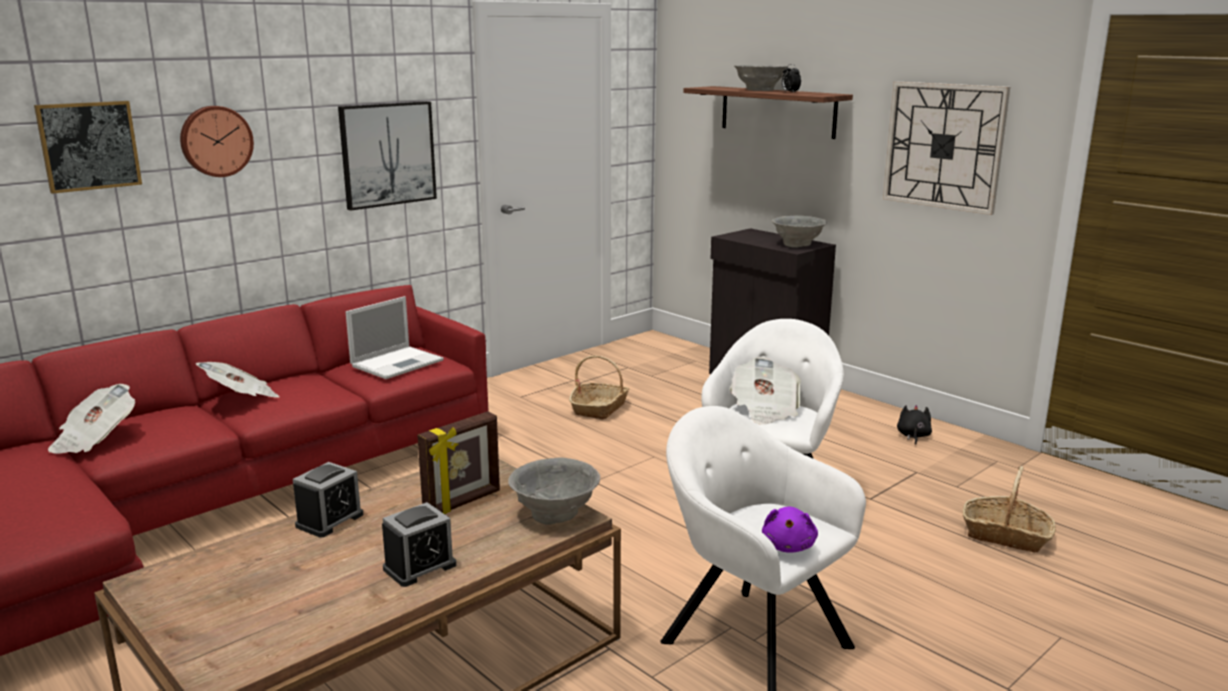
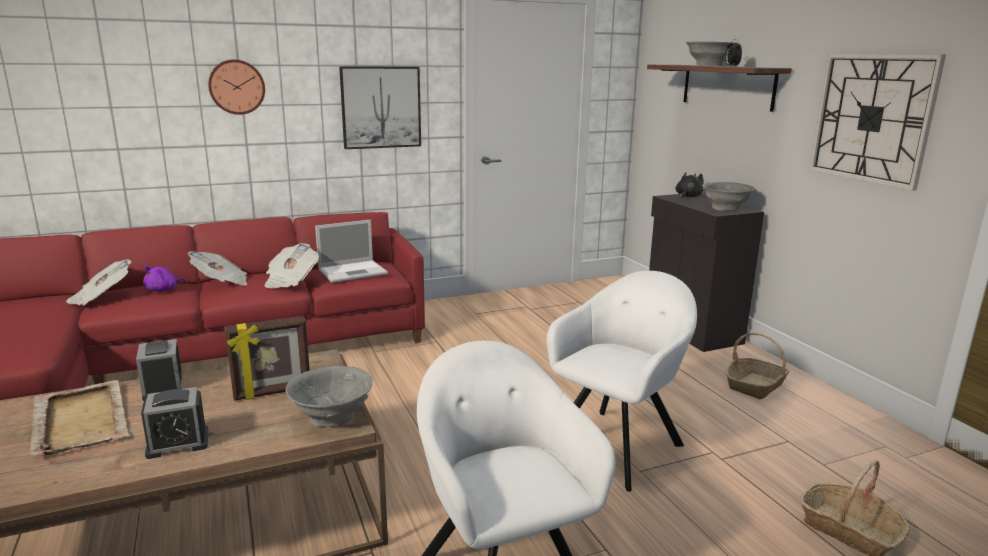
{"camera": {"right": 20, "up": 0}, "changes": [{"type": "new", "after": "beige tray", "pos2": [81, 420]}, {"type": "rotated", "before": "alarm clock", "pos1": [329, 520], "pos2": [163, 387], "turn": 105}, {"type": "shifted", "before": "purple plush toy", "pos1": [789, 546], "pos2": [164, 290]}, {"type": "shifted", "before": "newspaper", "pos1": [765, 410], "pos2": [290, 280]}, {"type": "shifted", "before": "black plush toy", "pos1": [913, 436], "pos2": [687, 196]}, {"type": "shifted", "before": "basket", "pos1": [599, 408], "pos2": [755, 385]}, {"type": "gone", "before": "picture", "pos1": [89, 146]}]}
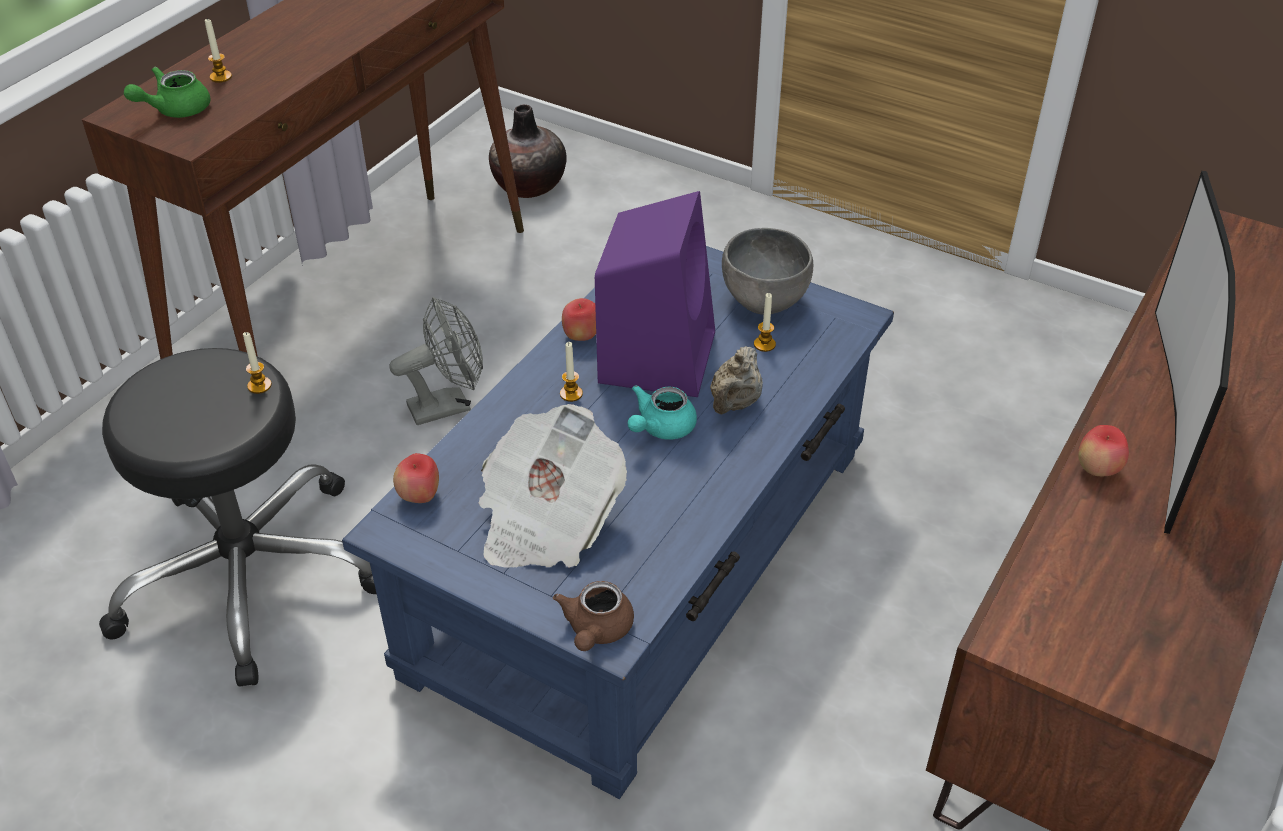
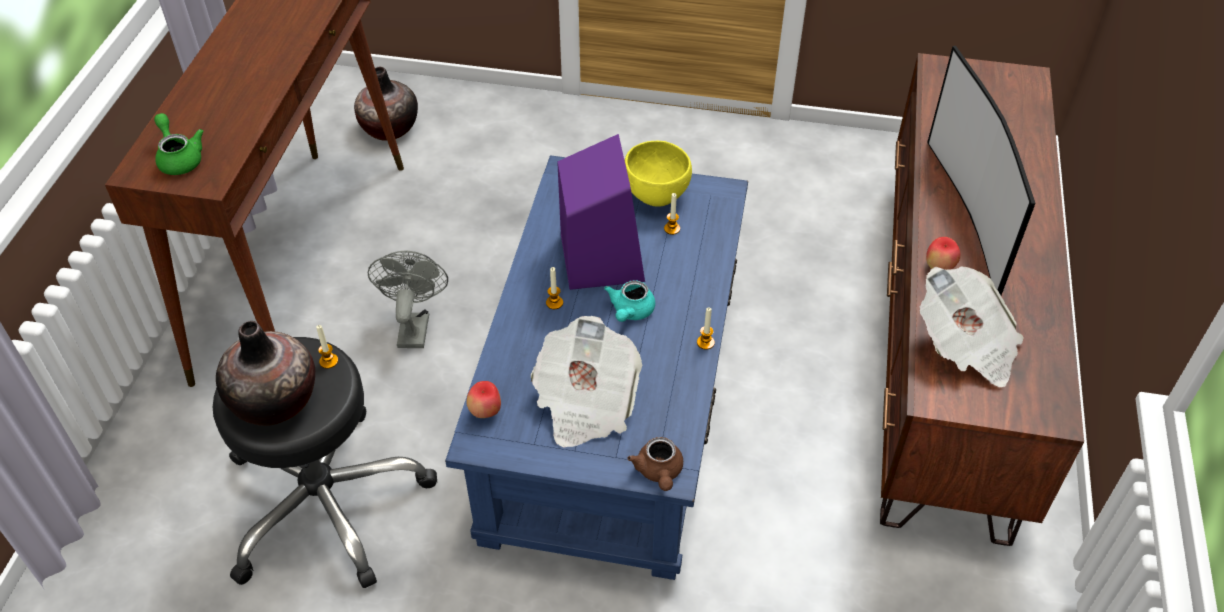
{"camera": {"right": -20, "up": 5}, "changes": [{"type": "rotated", "before": "green teapot", "pos1": [175, 110], "pos2": [179, 158], "turn": 120}, {"type": "new", "after": "vase", "pos2": [275, 400]}, {"type": "rotated", "before": "grey fan", "pos1": [448, 405], "pos2": [414, 325], "turn": -45}, {"type": "repainted", "before": "grey bowl", "after": "yellow bowl", "pos1": [764, 302], "pos2": [656, 195]}, {"type": "shifted", "before": "candle", "pos1": [221, 77], "pos2": [705, 342]}, {"type": "new", "after": "newspaper", "pos2": [965, 346]}, {"type": "gone", "before": "apple", "pos1": [581, 336]}, {"type": "gone", "before": "beige teapot", "pos1": [734, 403]}]}
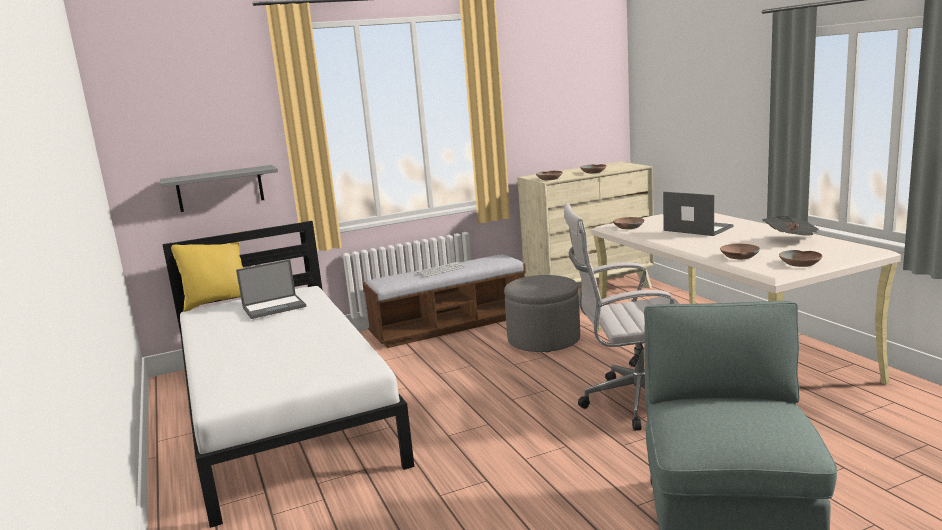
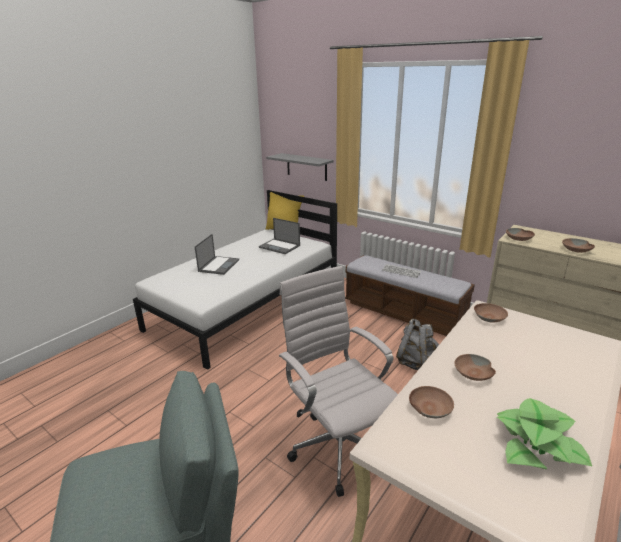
{"camera": {"right": 60, "up": 10}, "changes": [{"type": "shifted", "before": "laptop", "pos1": [697, 229], "pos2": [219, 265]}, {"type": "swapped", "before": "grey ottoman", "after": "grey backpack", "pos1": [544, 340], "pos2": [416, 362]}, {"type": "shifted", "before": "brown bowl", "pos1": [801, 264], "pos2": [473, 373]}, {"type": "swapped", "before": "newspaper", "after": "potted plant", "pos1": [791, 240], "pos2": [537, 444]}]}
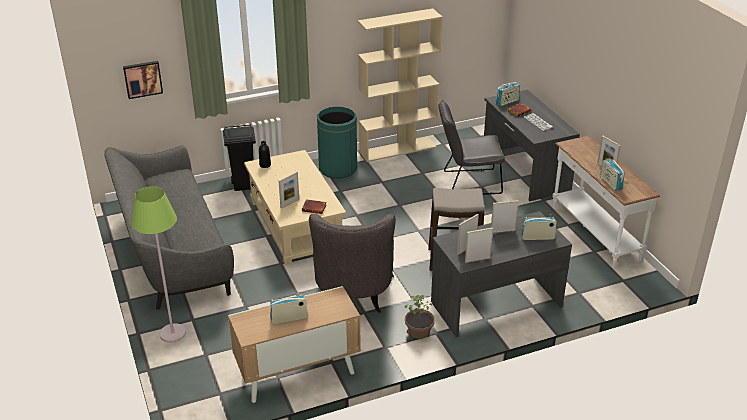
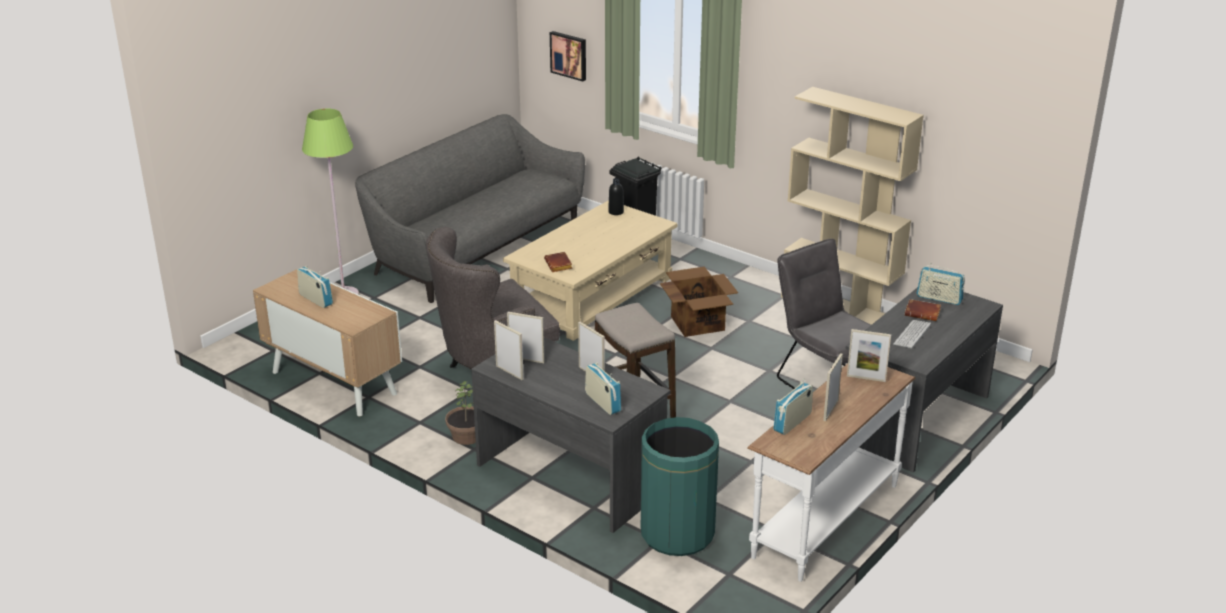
{"camera": {"right": 60, "up": -5}, "changes": [{"type": "shifted", "before": "green trash can", "pos1": [338, 169], "pos2": [677, 533]}, {"type": "new", "after": "cardboard box", "pos2": [697, 323]}, {"type": "shifted", "before": "picture frame", "pos1": [289, 203], "pos2": [866, 378]}]}
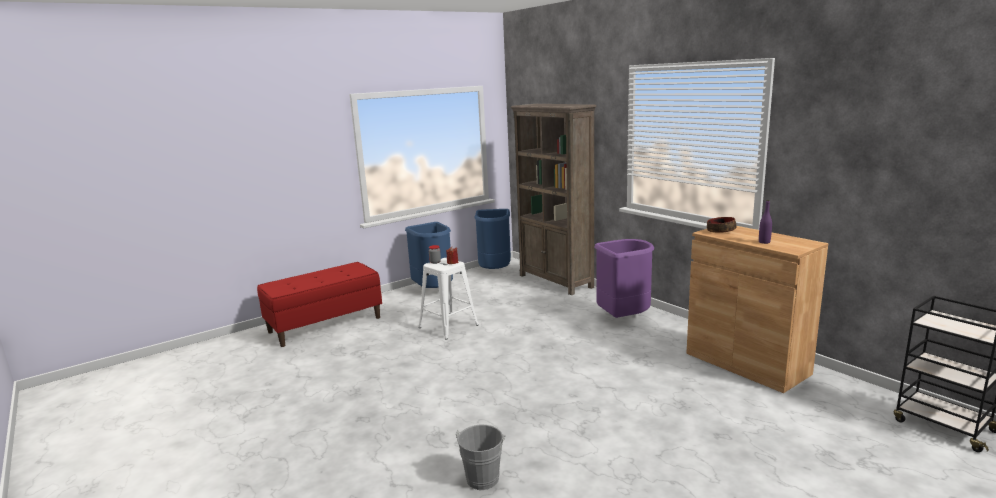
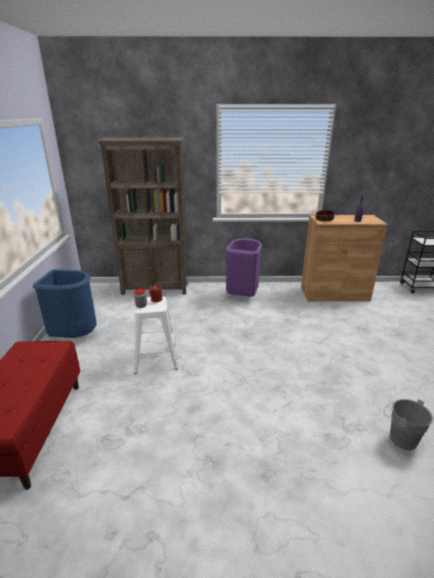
{"camera": {"right": -55, "up": 10}, "changes": [{"type": "gone", "before": "blue trash can", "pos1": [495, 271]}]}
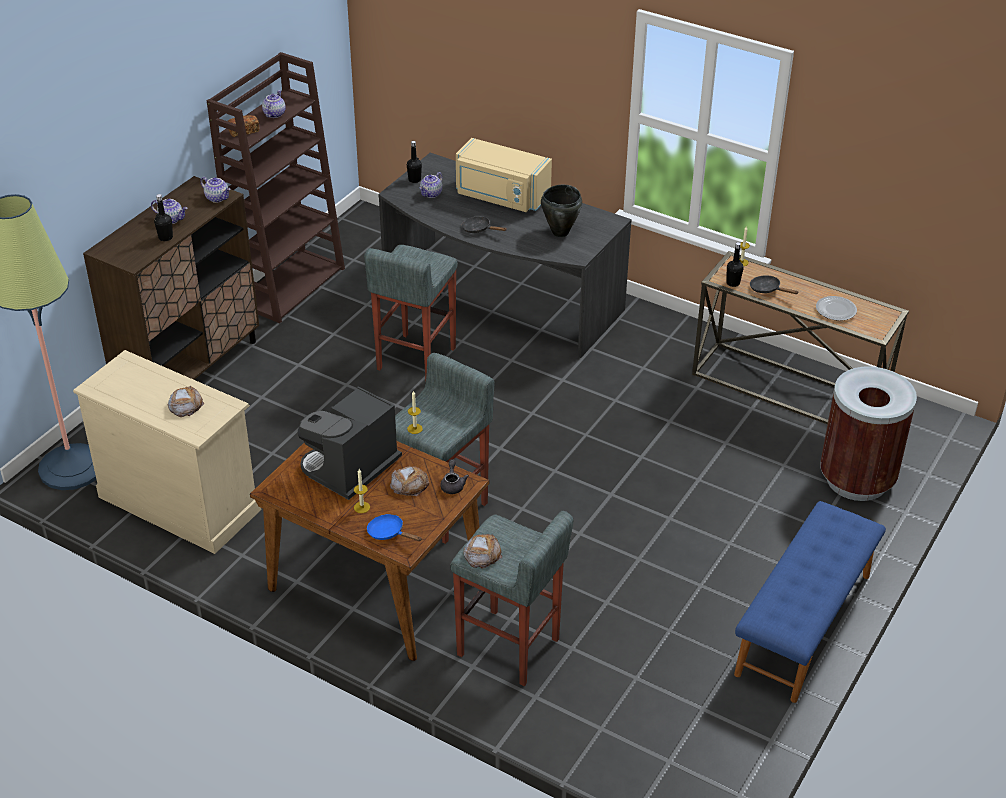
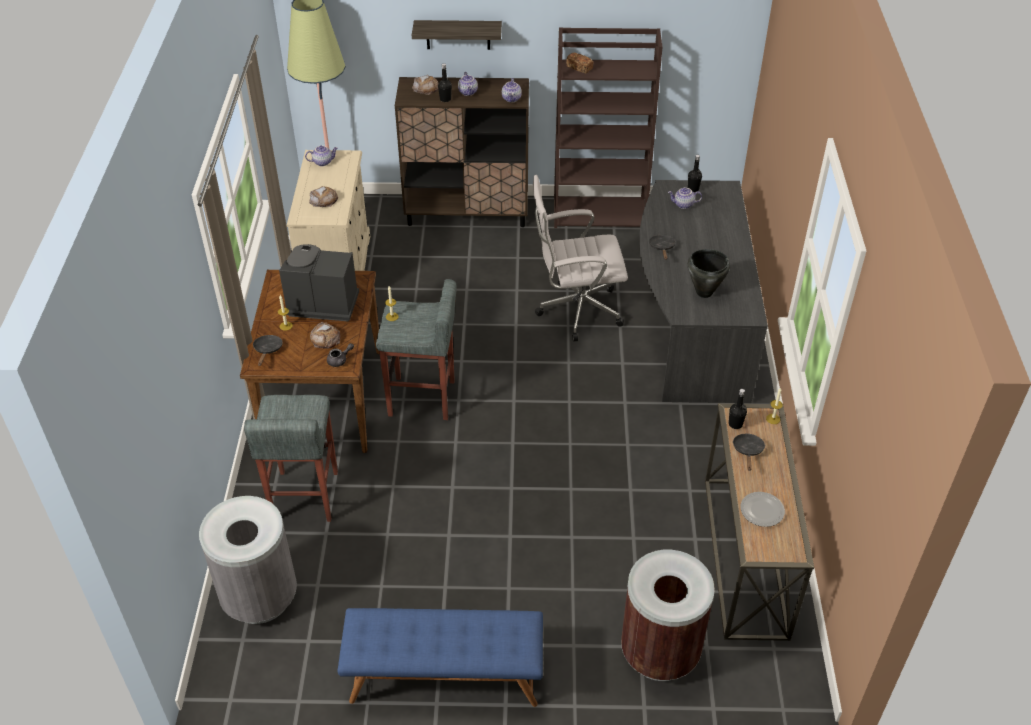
{"camera": {"right": 60, "up": 5}, "changes": [{"type": "new", "after": "grey trash can", "pos2": [259, 597]}, {"type": "repainted", "before": "blue frying pan", "after": "black frying pan", "pos1": [389, 533], "pos2": [267, 350]}, {"type": "shifted", "before": "teapot", "pos1": [274, 114], "pos2": [323, 162]}, {"type": "new", "after": "shelf", "pos2": [458, 34]}, {"type": "shifted", "before": "bread", "pos1": [482, 554], "pos2": [426, 88]}, {"type": "swapped", "before": "grey stool", "after": "white office chair", "pos1": [415, 359], "pos2": [575, 311]}, {"type": "gone", "before": "beige microwave", "pos1": [501, 196]}]}
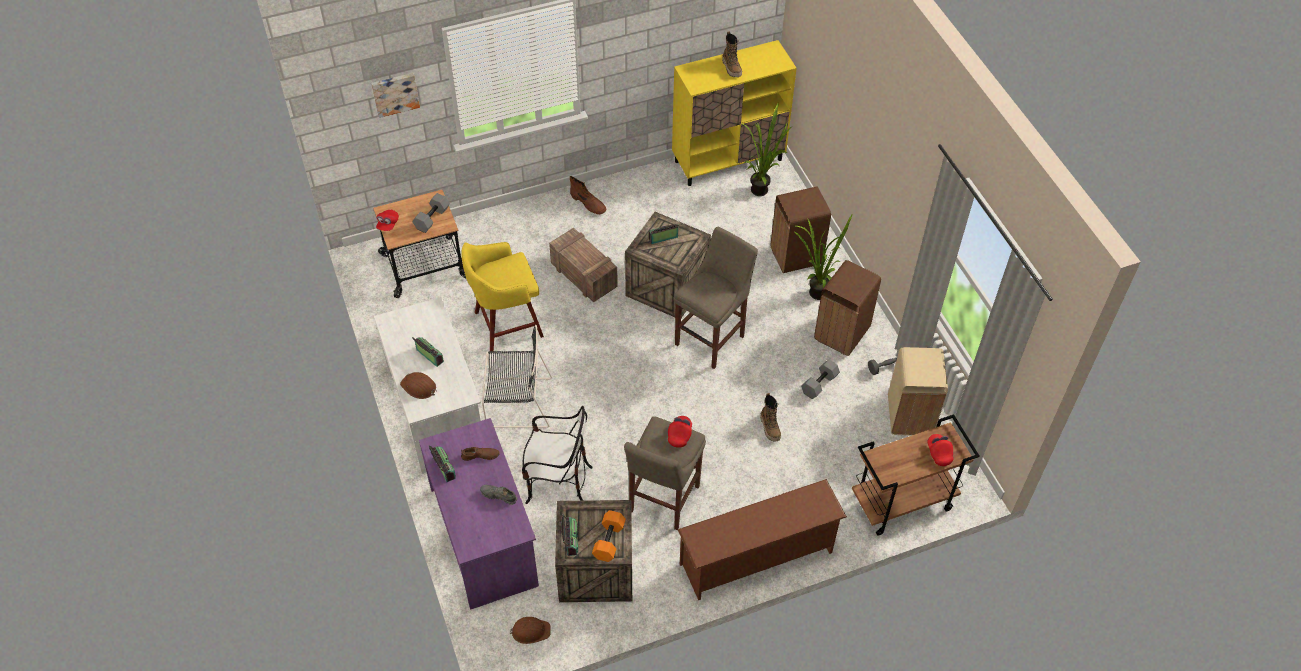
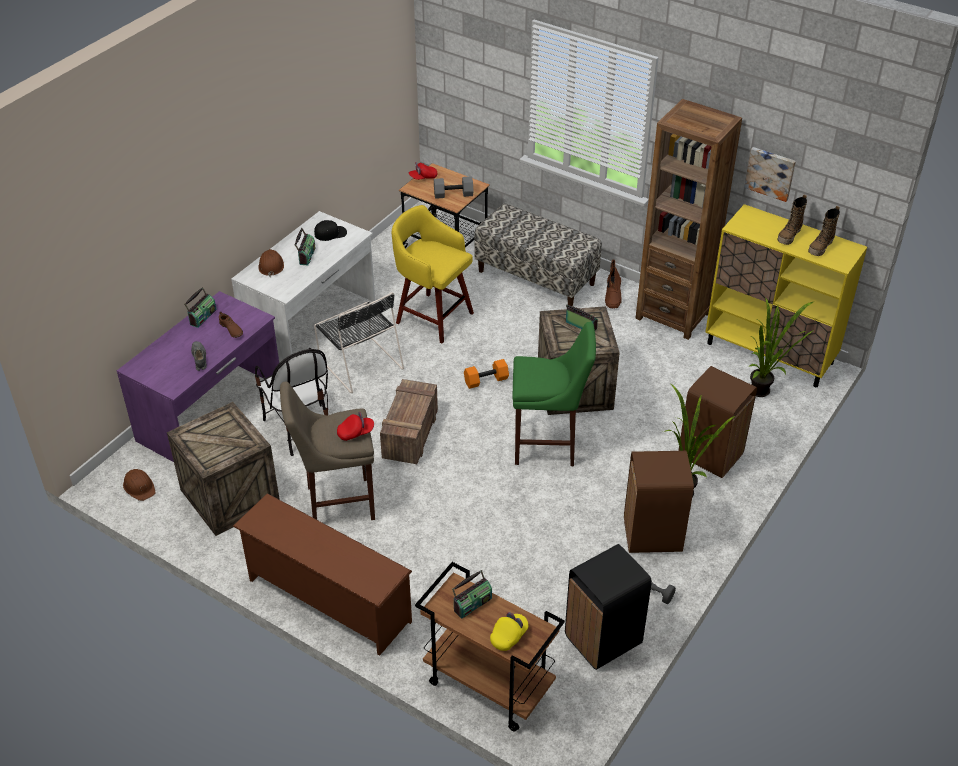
{"camera": {"right": 55, "up": -10}, "changes": [{"type": "new", "after": "black cap", "pos2": [330, 233]}, {"type": "shifted", "before": "crate", "pos1": [583, 274], "pos2": [410, 433]}, {"type": "shifted", "before": "radio", "pos1": [570, 540], "pos2": [472, 604]}, {"type": "shifted", "before": "orange dumbbell", "pos1": [609, 541], "pos2": [486, 381]}, {"type": "new", "after": "bench", "pos2": [536, 277]}, {"type": "repainted", "before": "red cap", "after": "yellow cap", "pos1": [939, 453], "pos2": [509, 636]}, {"type": "repainted", "before": "beige stool", "after": "green stool", "pos1": [712, 338], "pos2": [548, 446]}, {"type": "repainted", "before": "beige trash can", "after": "black trash can", "pos1": [909, 416], "pos2": [602, 639]}, {"type": "new", "after": "brown bookcase", "pos2": [673, 315]}, {"type": "shifted", "before": "picture", "pos1": [395, 93], "pos2": [770, 173]}, {"type": "shifted", "before": "boot", "pos1": [770, 427], "pos2": [821, 247]}, {"type": "gone", "before": "grey dumbbell", "pos1": [819, 384]}]}
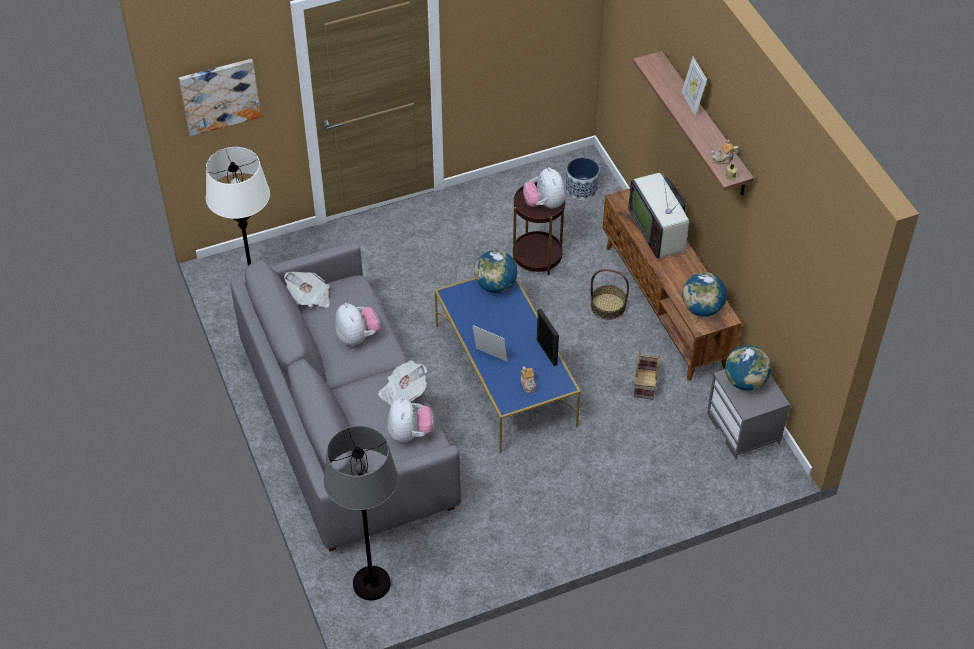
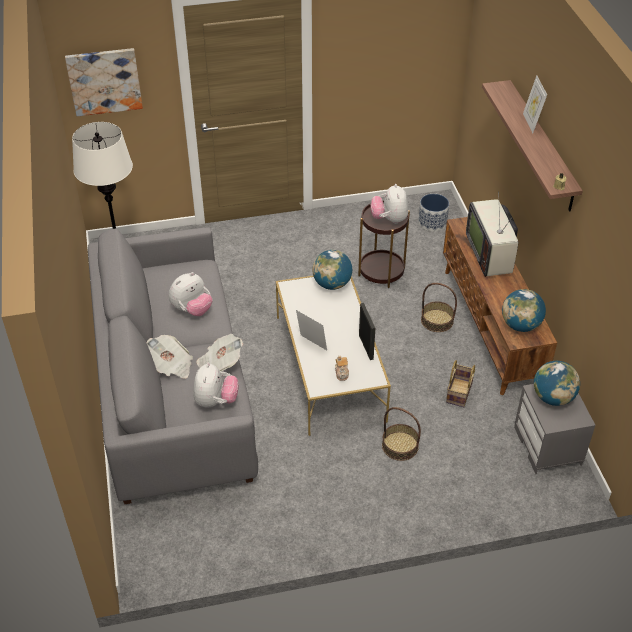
{"camera": {"right": 10, "up": -5}, "changes": [{"type": "shifted", "before": "newspaper", "pos1": [309, 297], "pos2": [171, 365]}, {"type": "rotated", "before": "plush toy", "pos1": [357, 337], "pos2": [192, 310], "turn": 60}, {"type": "repainted", "before": "blue coffee table", "after": "white coffee table", "pos1": [504, 374], "pos2": [329, 366]}, {"type": "new", "after": "basket", "pos2": [400, 446]}, {"type": "gone", "before": "grey floor lamp", "pos1": [371, 583]}, {"type": "gone", "before": "teapot", "pos1": [723, 159]}]}
